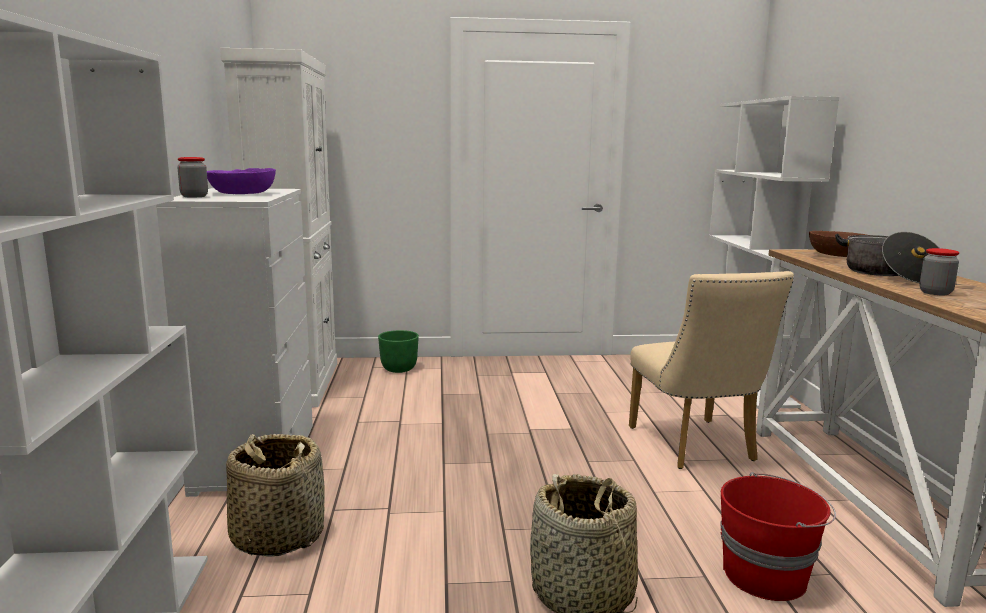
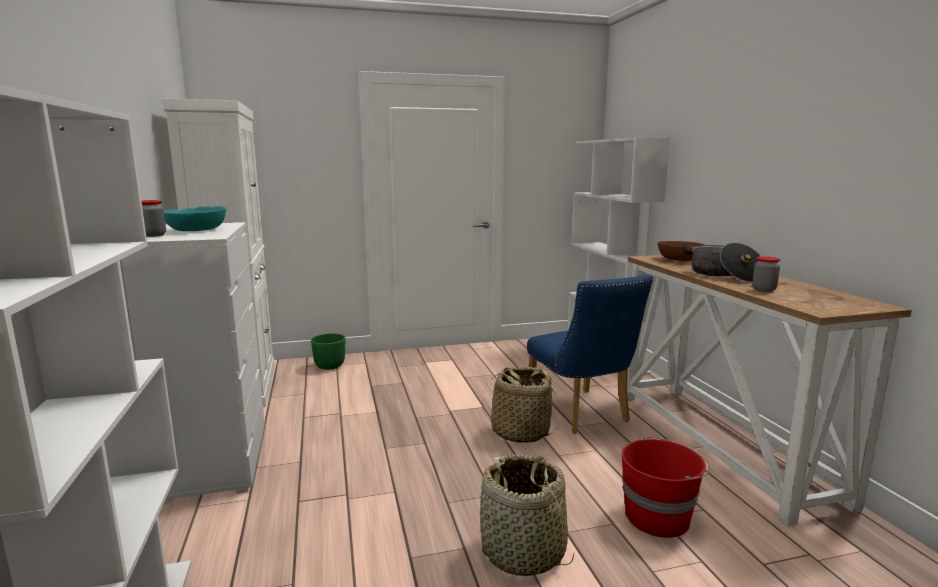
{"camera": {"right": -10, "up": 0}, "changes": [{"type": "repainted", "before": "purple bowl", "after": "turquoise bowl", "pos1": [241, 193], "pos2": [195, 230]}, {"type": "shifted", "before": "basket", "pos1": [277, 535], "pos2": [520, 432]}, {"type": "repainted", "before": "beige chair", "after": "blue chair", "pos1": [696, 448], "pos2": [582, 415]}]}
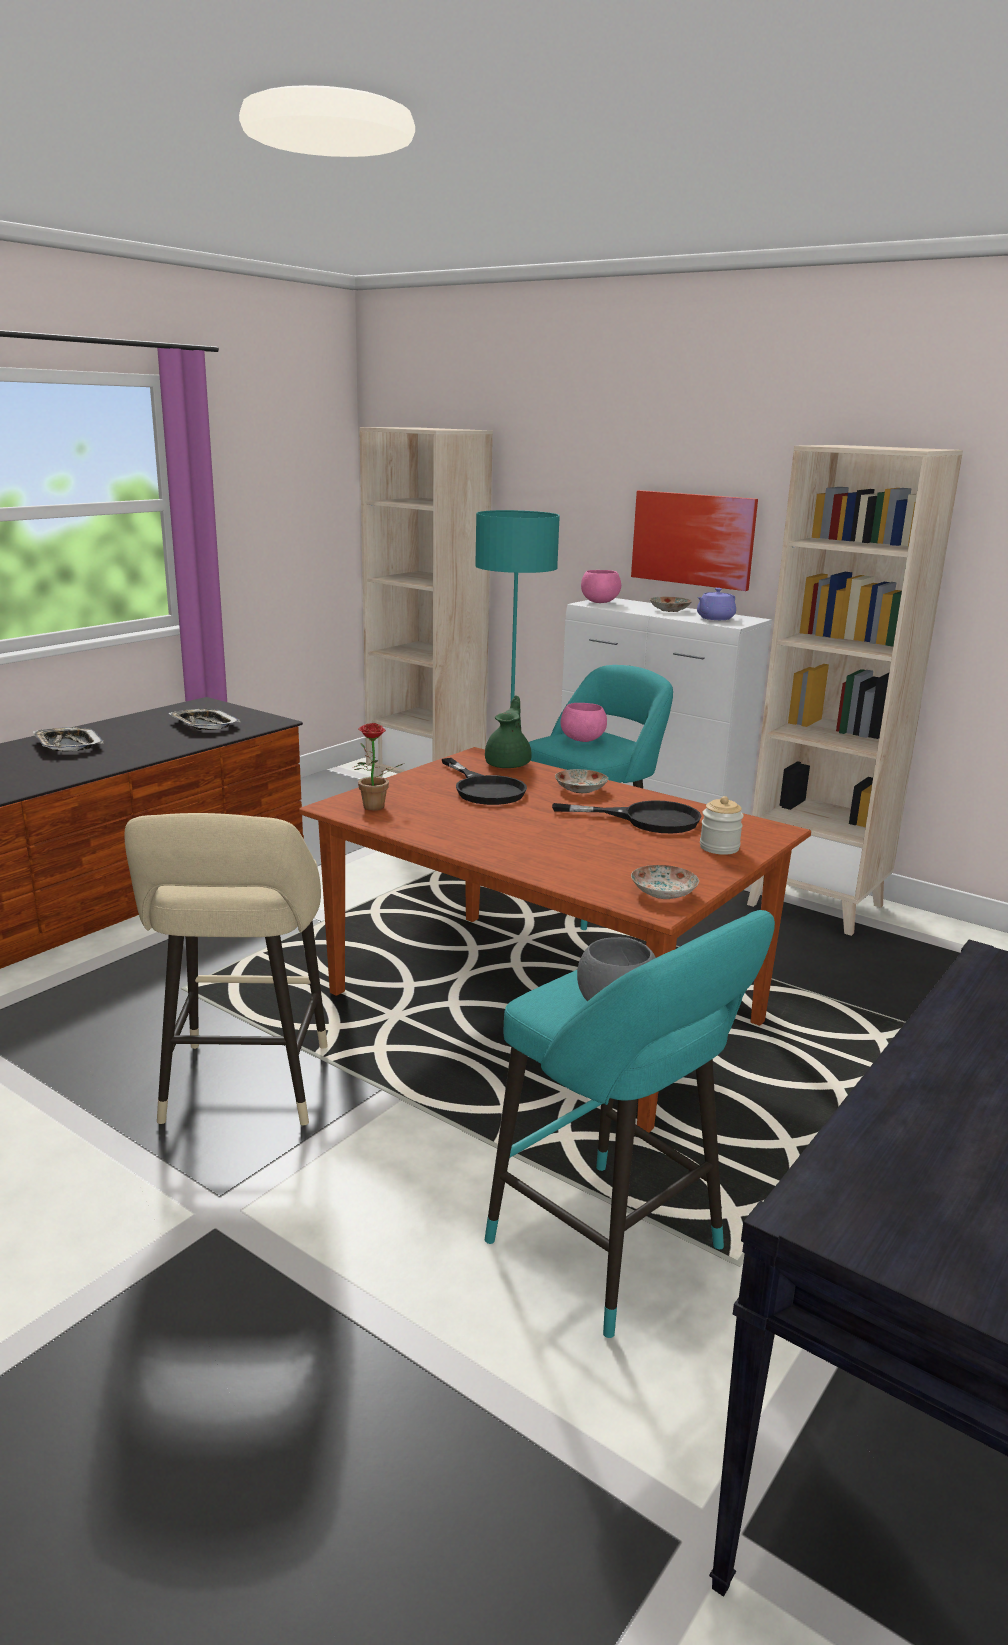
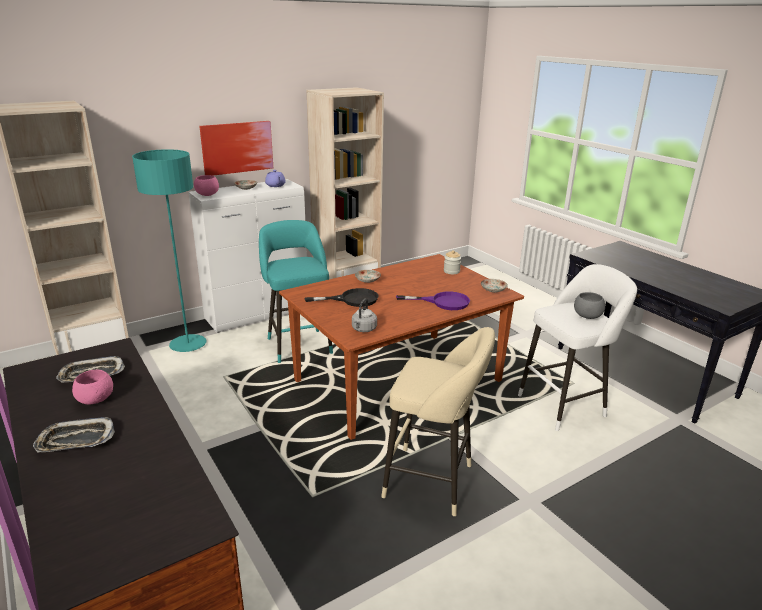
{"camera": {"right": -70, "up": 5}, "changes": [{"type": "shifted", "before": "pink bowl", "pos1": [582, 740], "pos2": [96, 400]}, {"type": "swapped", "before": "potted plant", "after": "grey kettle", "pos1": [373, 808], "pos2": [363, 329]}, {"type": "new", "after": "purple frying pan", "pos2": [443, 302]}, {"type": "repainted", "before": "turquoise stool", "after": "white stool", "pos1": [615, 1252], "pos2": [565, 405]}, {"type": "gone", "before": "green teapot", "pos1": [509, 764]}, {"type": "gone", "before": "black frying pan", "pos1": [647, 819]}]}
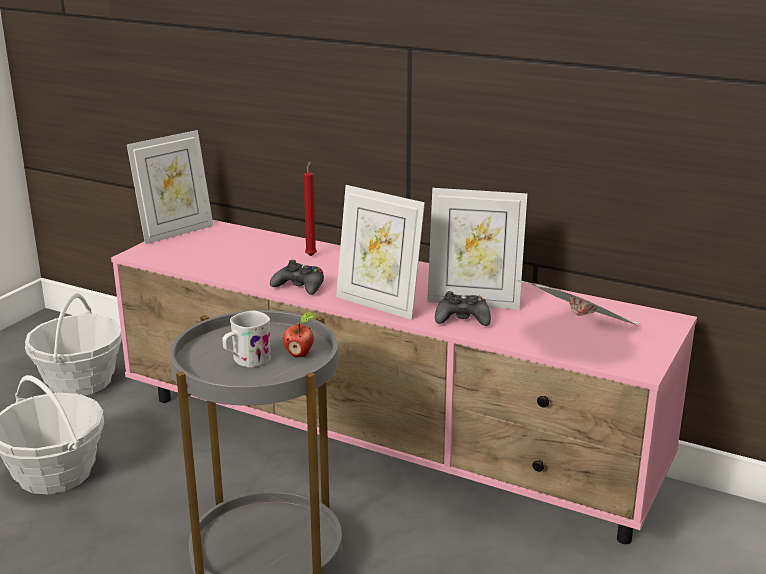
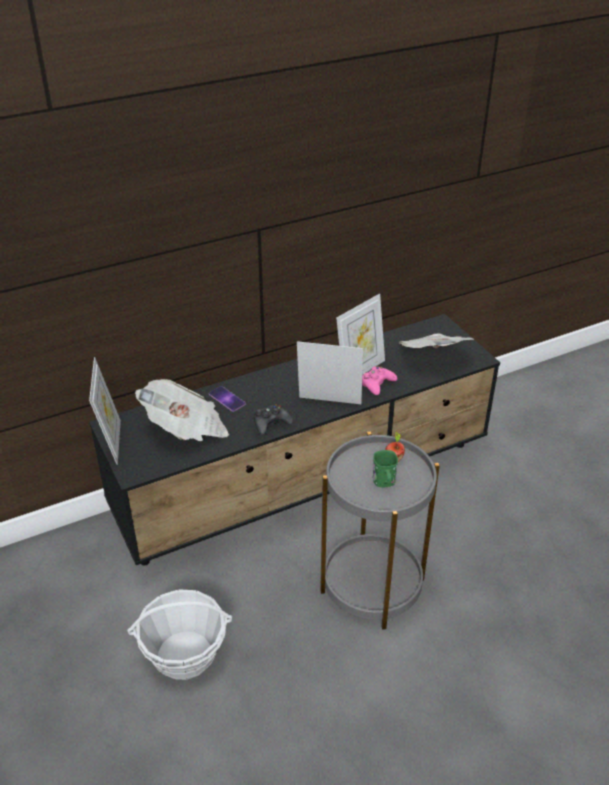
{"camera": {"right": -55, "up": 15}, "changes": [{"type": "repainted", "before": "pink tv stand", "after": "black tv stand", "pos1": [386, 448], "pos2": [306, 485]}, {"type": "new", "after": "newspaper", "pos2": [186, 429]}, {"type": "swapped", "before": "red candle", "after": "phone", "pos1": [311, 255], "pos2": [227, 399]}, {"type": "rotated", "before": "picture frame", "pos1": [378, 304], "pos2": [329, 404], "turn": -150}, {"type": "repainted", "before": "black game controller", "after": "pink game controller", "pos1": [462, 319], "pos2": [377, 384]}, {"type": "repainted", "before": "white mug", "after": "green mug", "pos1": [246, 361], "pos2": [384, 482]}, {"type": "gone", "before": "basket", "pos1": [80, 381]}]}
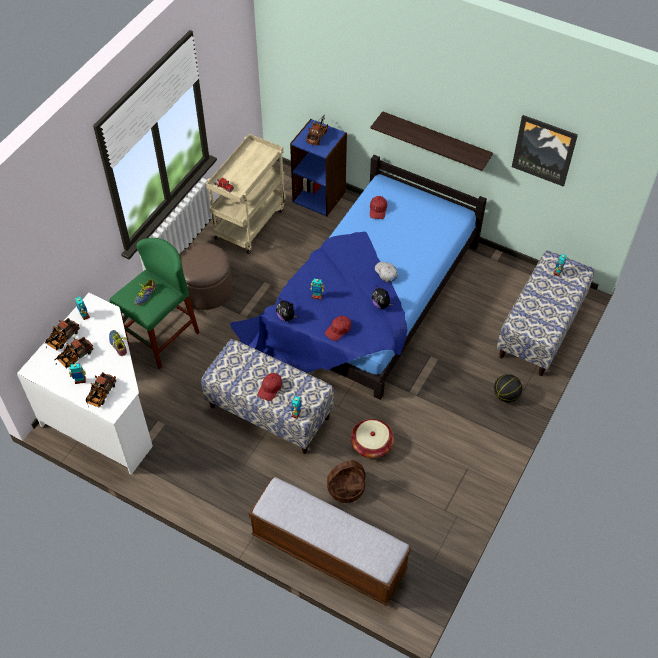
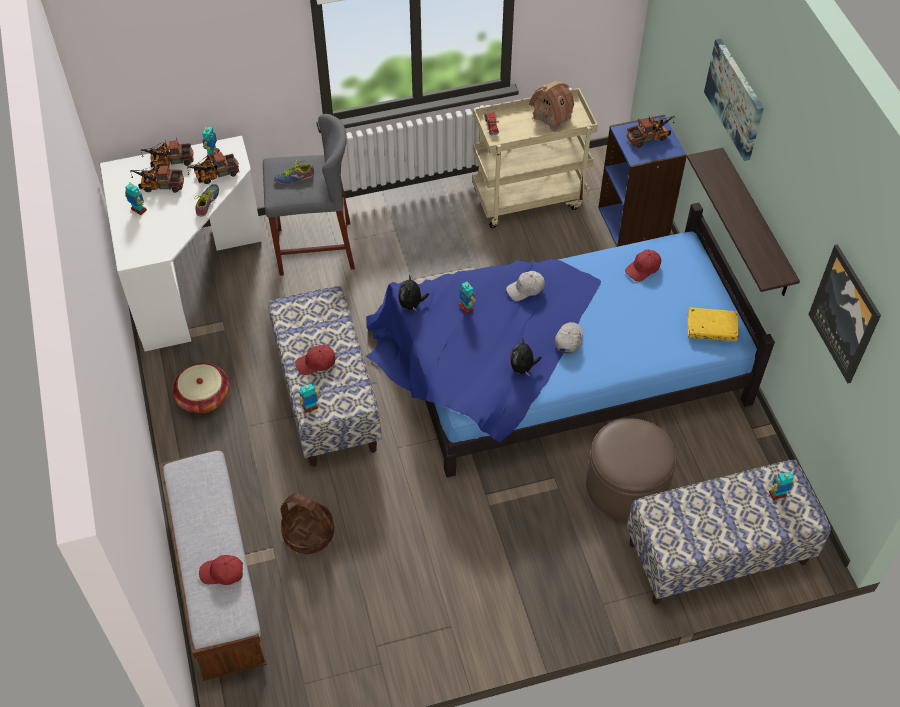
{"camera": {"right": 45, "up": 0}, "changes": [{"type": "shifted", "before": "basket", "pos1": [371, 445], "pos2": [203, 397]}, {"type": "shifted", "before": "toy truck", "pos1": [100, 395], "pos2": [214, 175]}, {"type": "shifted", "before": "red cap", "pos1": [338, 330], "pos2": [222, 573]}, {"type": "repainted", "before": "green stool", "after": "grey stool", "pos1": [162, 338], "pos2": [315, 248]}, {"type": "new", "after": "white cap", "pos2": [525, 289]}, {"type": "new", "after": "toy house", "pos2": [552, 117]}, {"type": "shifted", "before": "brown ottoman", "pos1": [206, 289], "pos2": [626, 486]}, {"type": "new", "after": "yellow book", "pos2": [711, 328]}, {"type": "new", "after": "picture", "pos2": [735, 99]}, {"type": "gone", "before": "basketball", "pos1": [505, 395]}]}
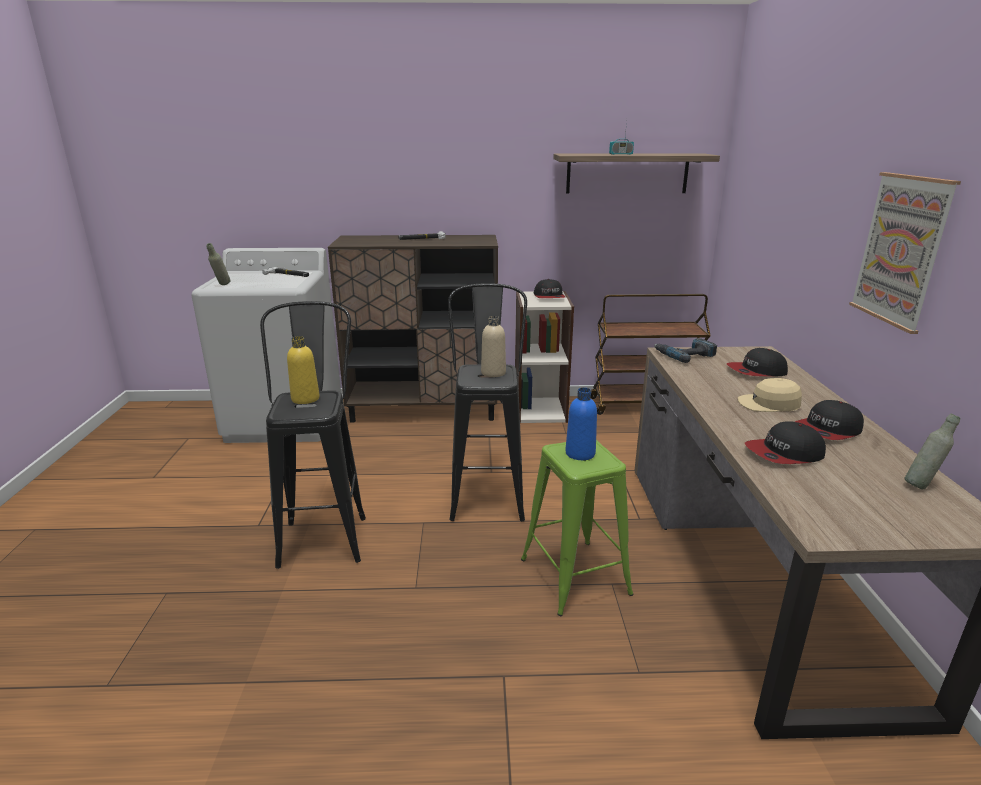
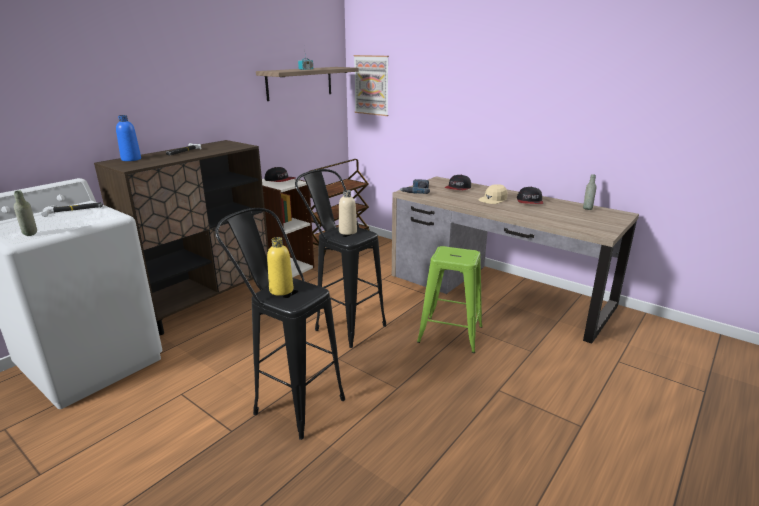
{"camera": {"right": -50, "up": 0}, "changes": [{"type": "shifted", "before": "blue bottle", "pos1": [580, 453], "pos2": [131, 159]}, {"type": "shifted", "before": "picture", "pos1": [901, 250], "pos2": [371, 85]}, {"type": "gone", "before": "cap", "pos1": [784, 454]}]}
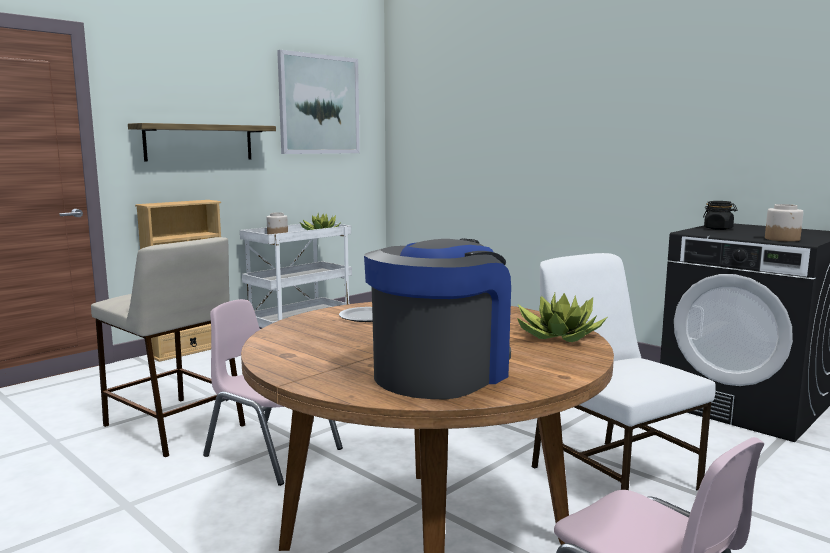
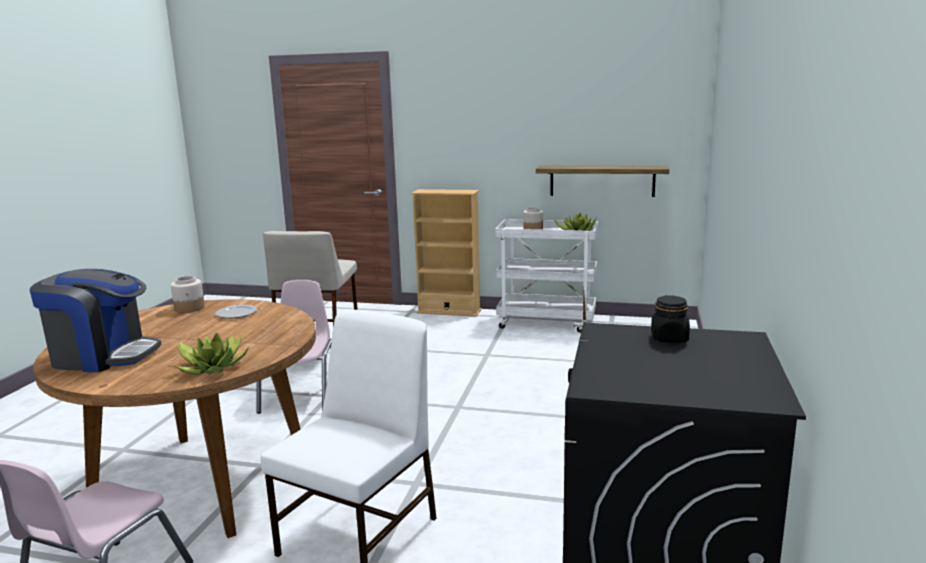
{"camera": {"right": 60, "up": 5}, "changes": [{"type": "shifted", "before": "jar", "pos1": [782, 239], "pos2": [189, 308]}, {"type": "shifted", "before": "shelf", "pos1": [199, 142], "pos2": [602, 180]}, {"type": "gone", "before": "picture", "pos1": [319, 104]}]}
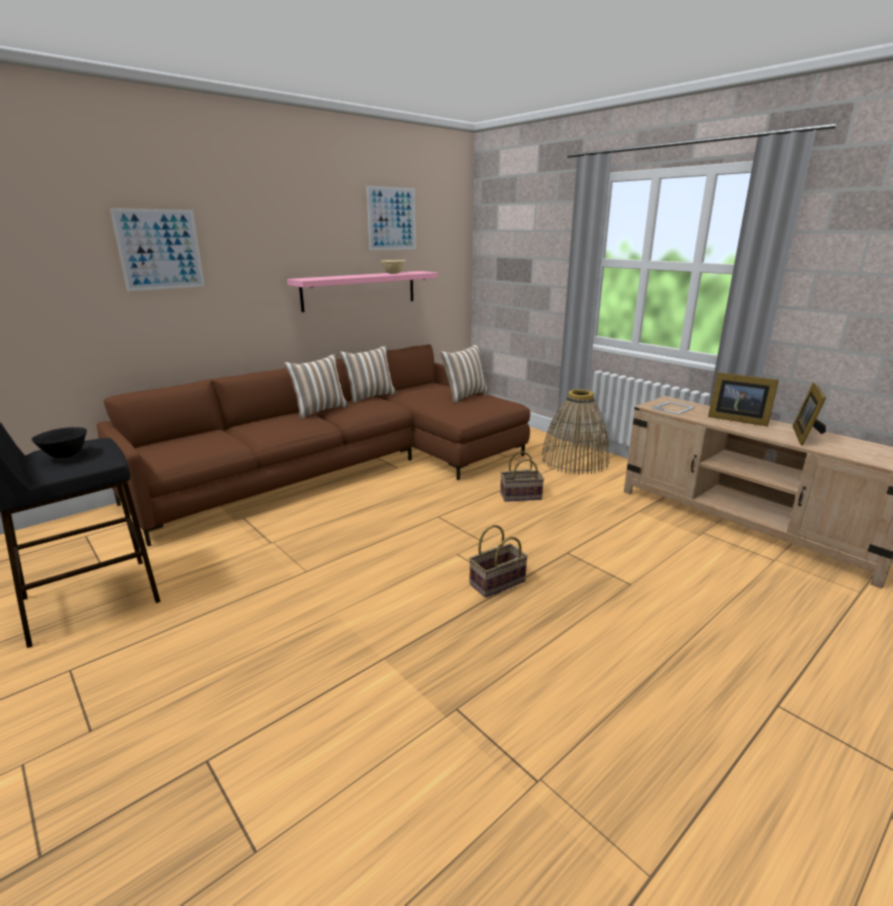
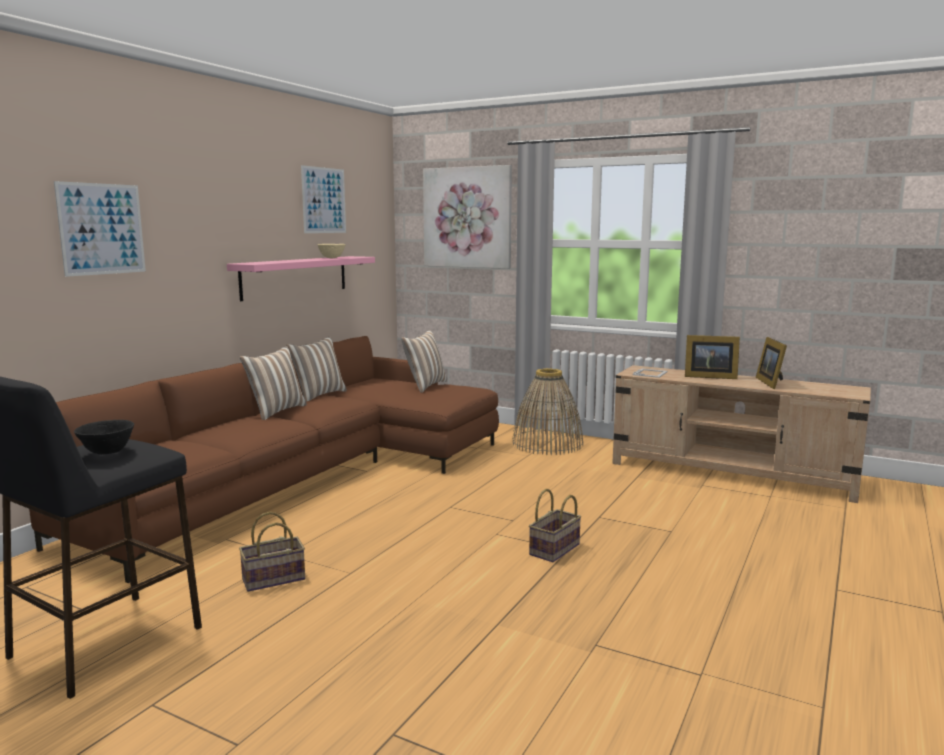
{"camera": {"right": -20, "up": -10}, "changes": [{"type": "shifted", "before": "basket", "pos1": [520, 496], "pos2": [272, 580]}, {"type": "new", "after": "picture", "pos2": [467, 217]}]}
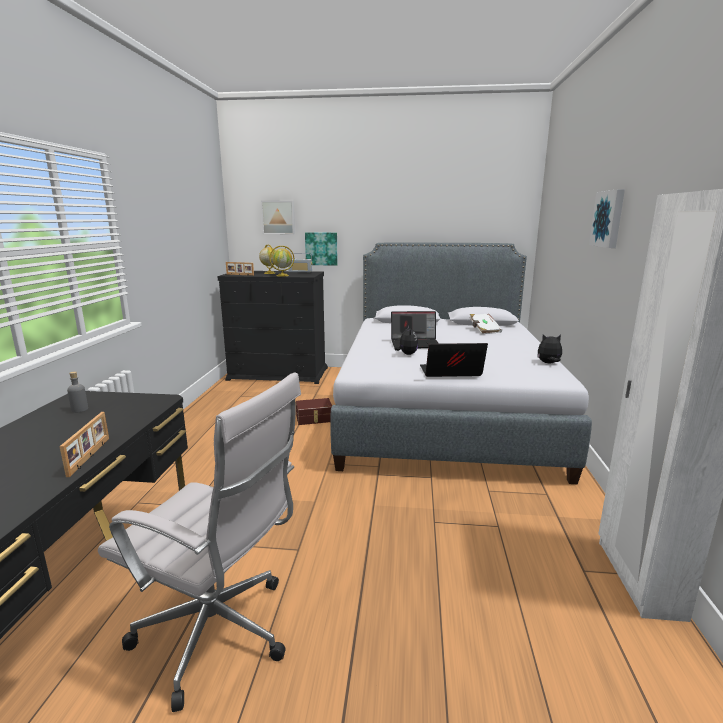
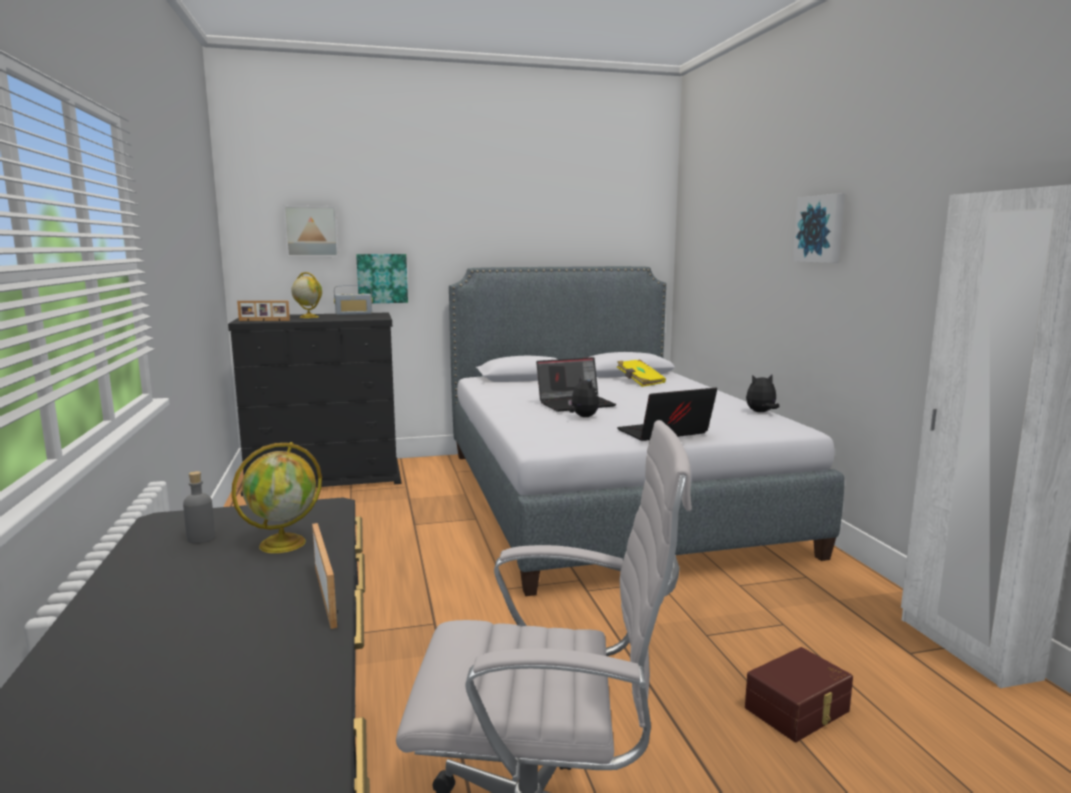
{"camera": {"right": -20, "up": -5}, "changes": [{"type": "shifted", "before": "globe", "pos1": [283, 275], "pos2": [284, 543]}, {"type": "repainted", "before": "white book", "after": "yellow book", "pos1": [484, 330], "pos2": [639, 382]}, {"type": "shifted", "before": "brown storage box", "pos1": [314, 418], "pos2": [799, 710]}]}
